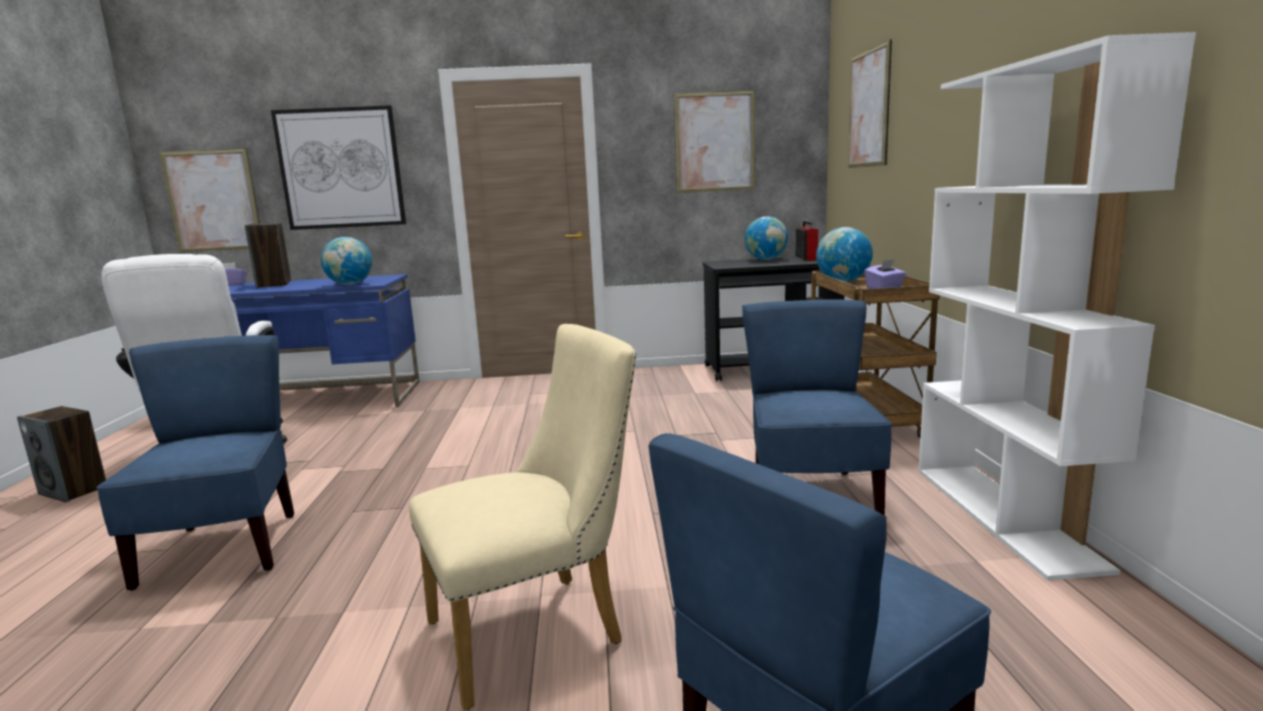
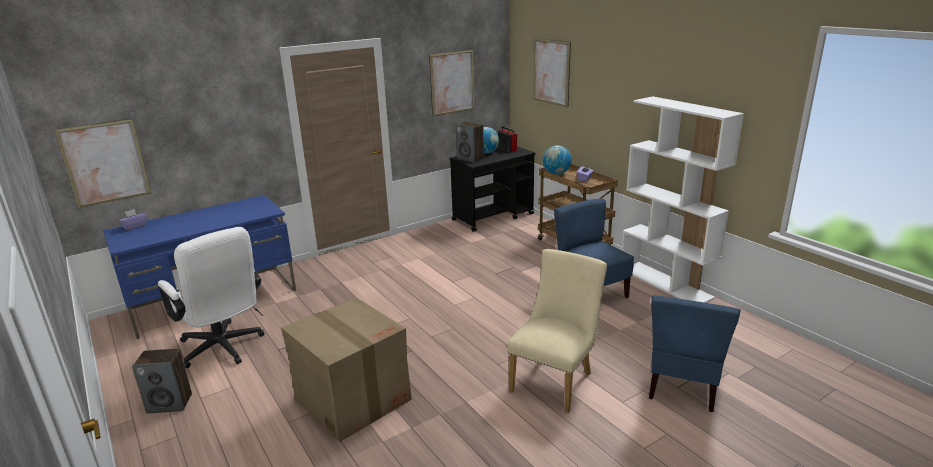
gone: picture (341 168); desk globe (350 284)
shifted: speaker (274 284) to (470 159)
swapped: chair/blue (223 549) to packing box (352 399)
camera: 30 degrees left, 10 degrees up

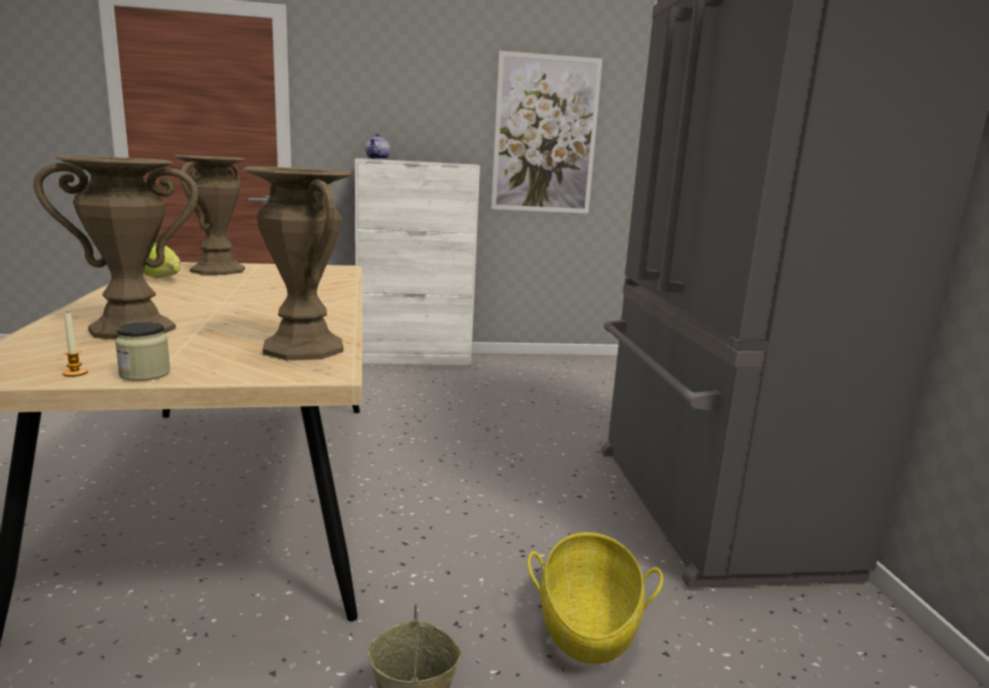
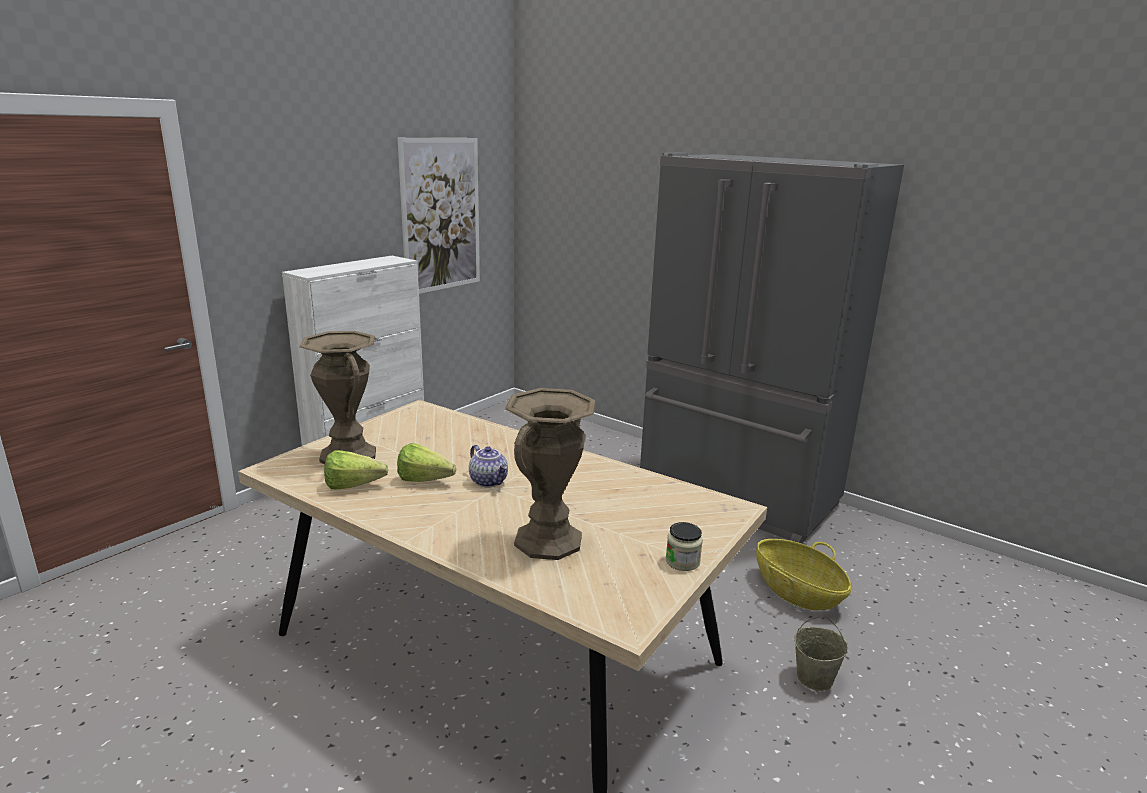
gone: wax candle (75 373); decorative vase/brown-coloured (304 348)
new: lettuce (428 481)
shifted: pot for tea (378 159) to (489 481)
camera: 45 degrees left, 5 degrees up

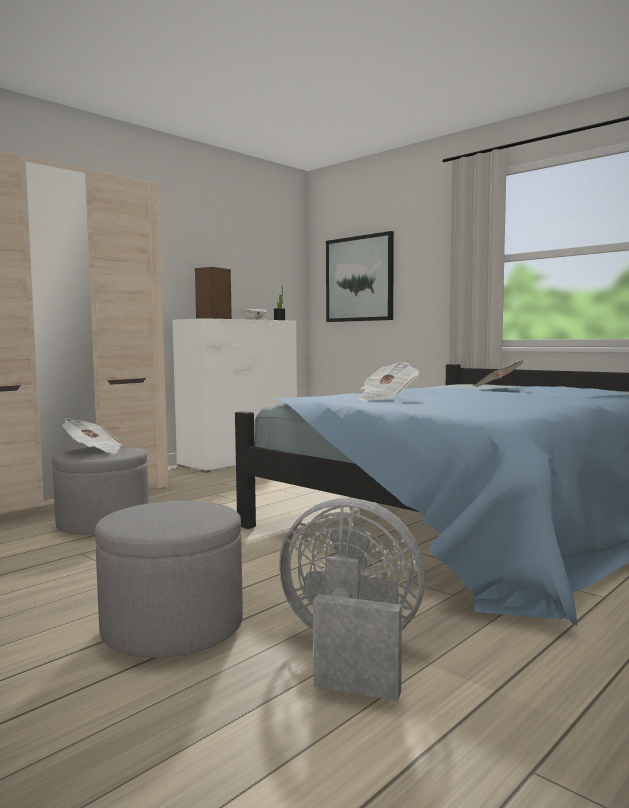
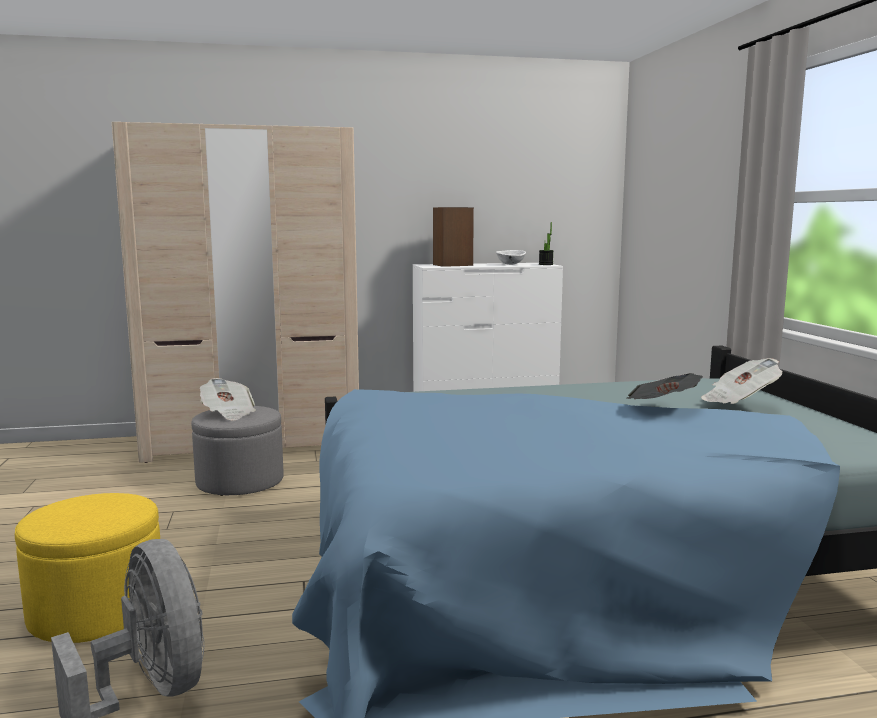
gone: picture (359 279)
shifted: newspaper (386 398) to (739 400)
repainted: footrest/grey (173 627) to footrest/yellow (97 611)
camera: 35 degrees right, 5 degrees up

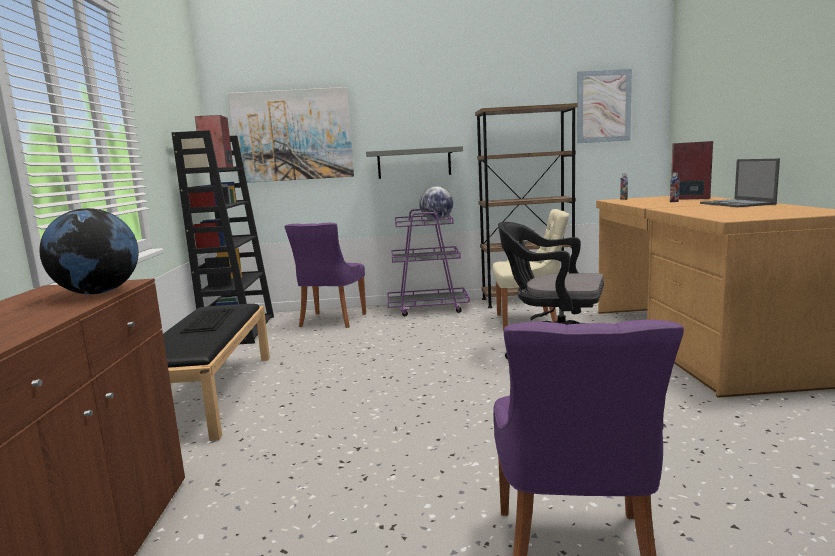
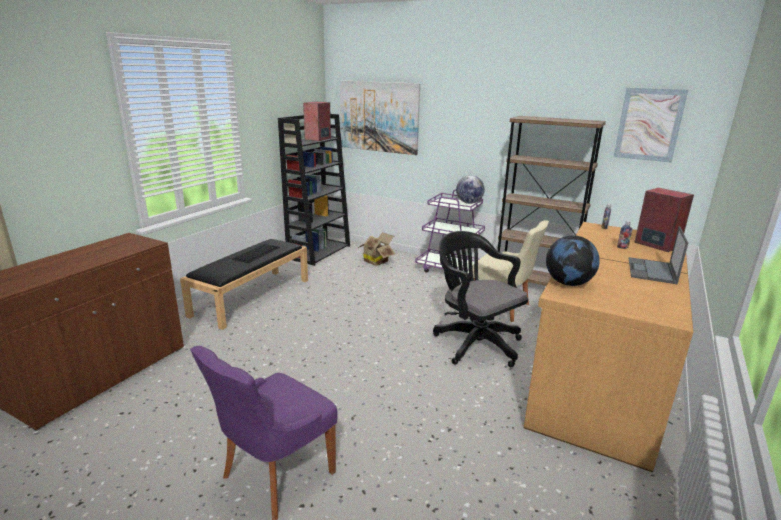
gone: bracket shelf/grey (414 163)
shifted: desk globe (98 293) to (568 283)
swapped: chair/purple (331 321) to packing box (377 261)
camera: 30 degrees right, 10 degrees up

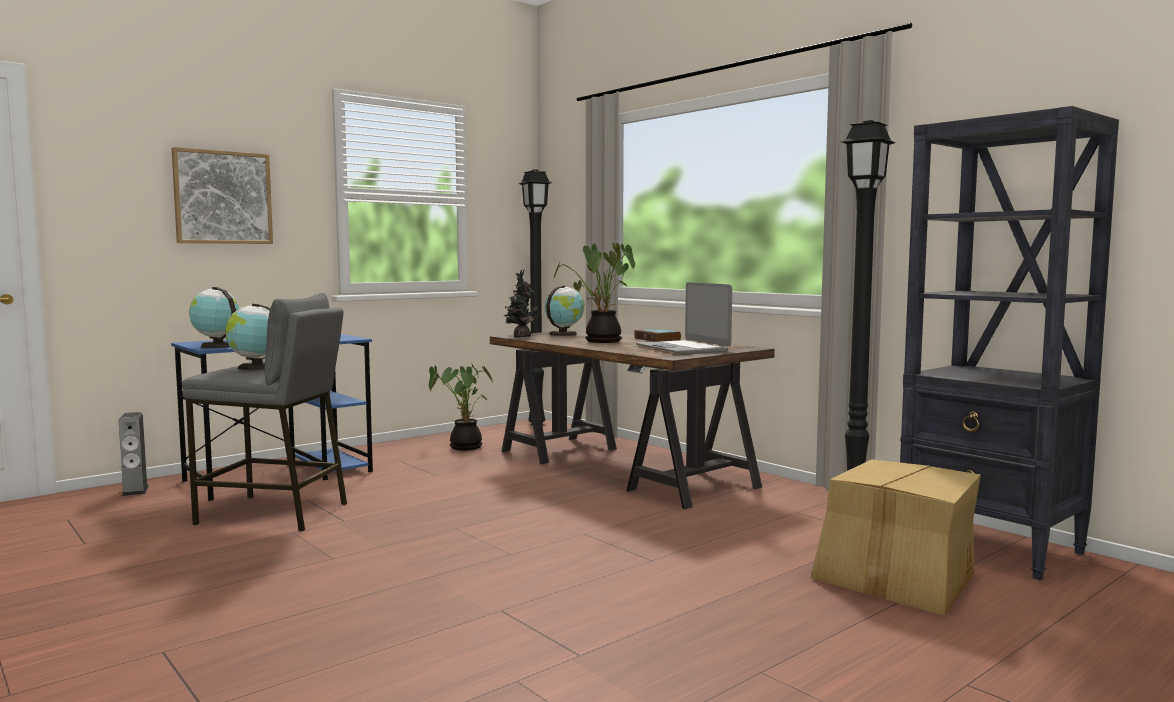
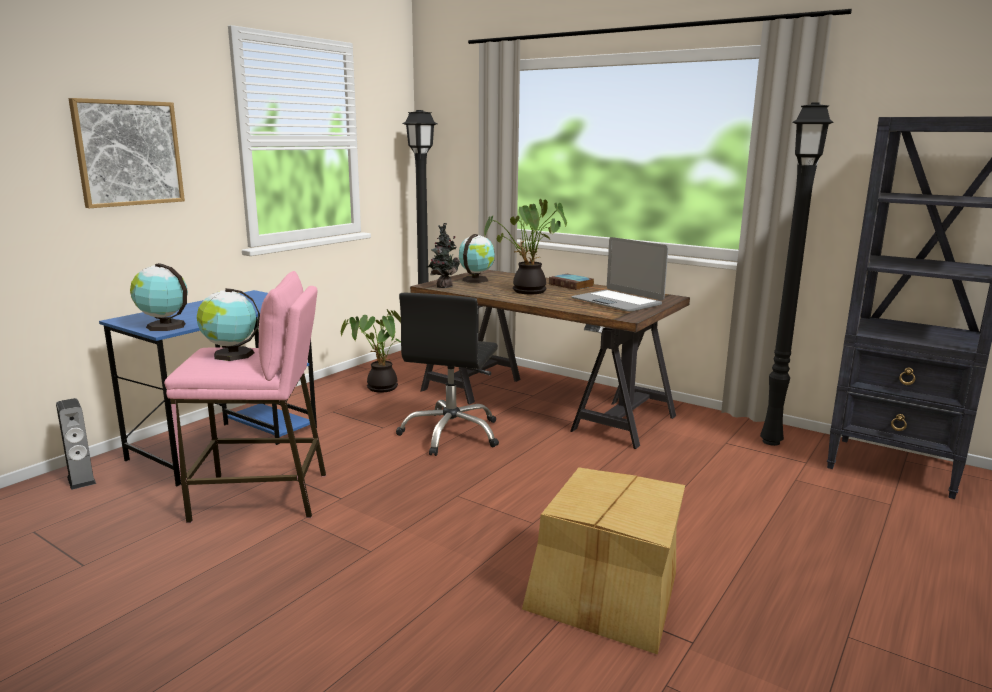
new: computer chair/blackish (451 434)
shifted: packing box (897 578) to (606 595)
repainted: stool/grey (273 513) to stool/pinkish (261 496)
camera: 15 degrees left, 10 degrees up

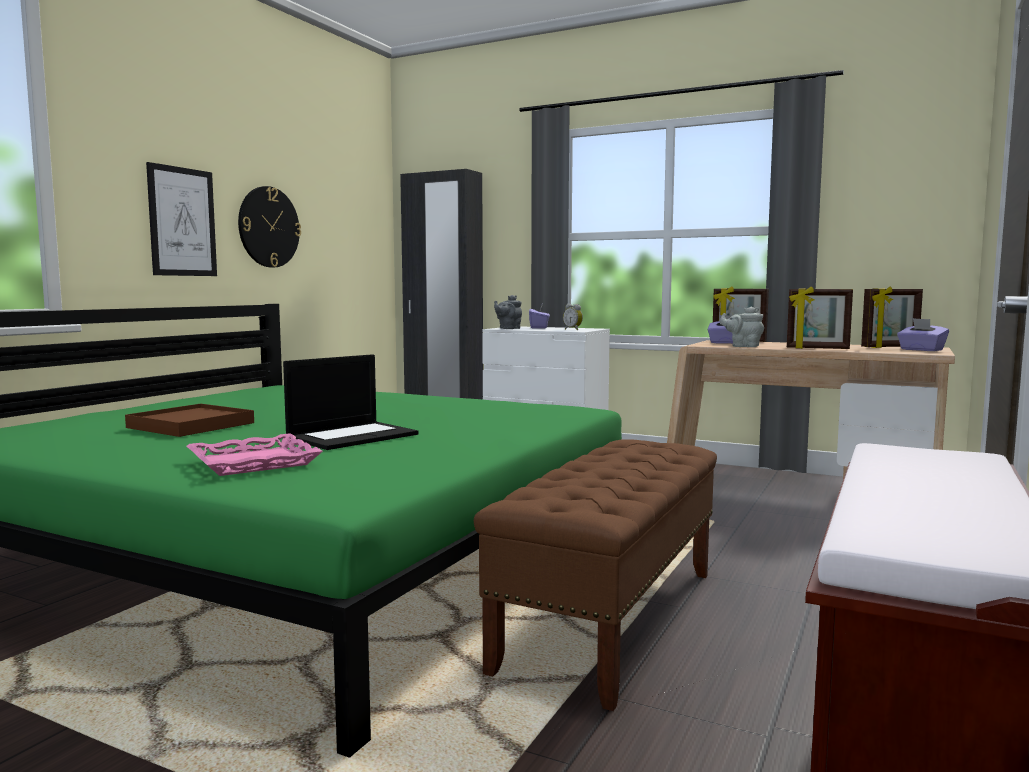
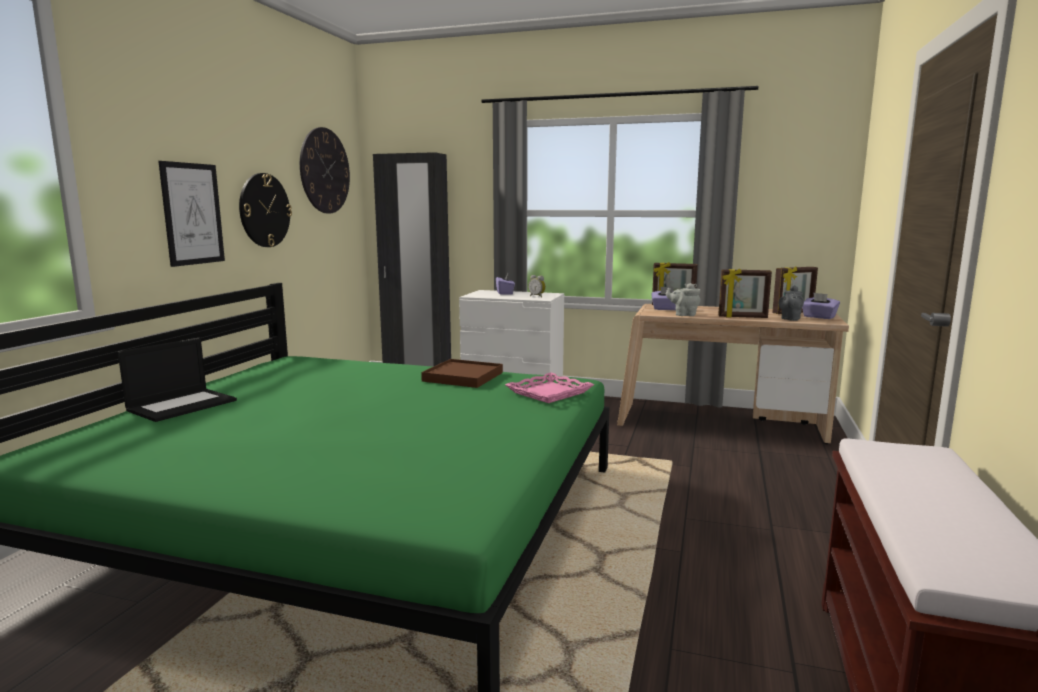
gone: bench/brown-coloured (611 618)
new: hanging clock (325 171)
shifted: serving tray/brown-coloured (191 425) to (463 377); serving tray/pinkish (254 462) to (549 392); laptop (353 436) to (182 405); pot for tea/grey (508 328) to (790 319)
camera: 10 degrees left, 5 degrees up

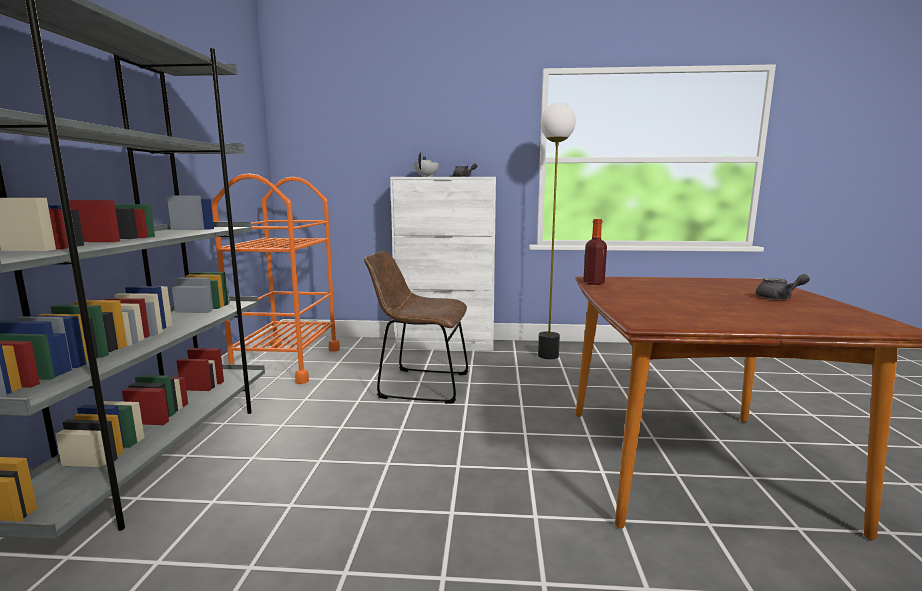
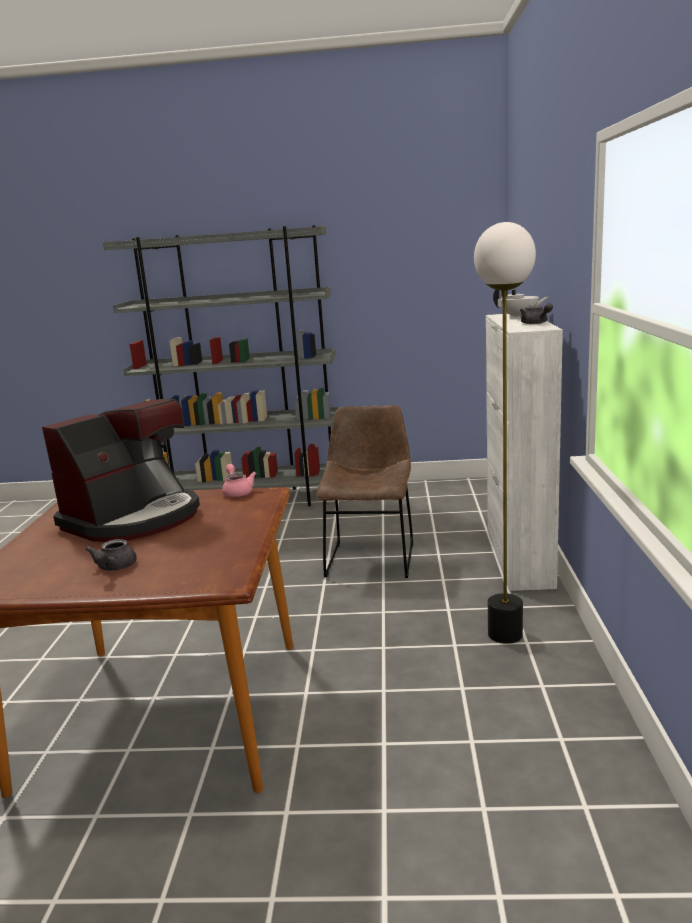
gone: cart/orangey (287 363)
new: coffee brewer (134 518)
swapped: drink bottle (593 283) to pot for tea/pinkish (237 492)
camera: 90 degrees right, 5 degrees up

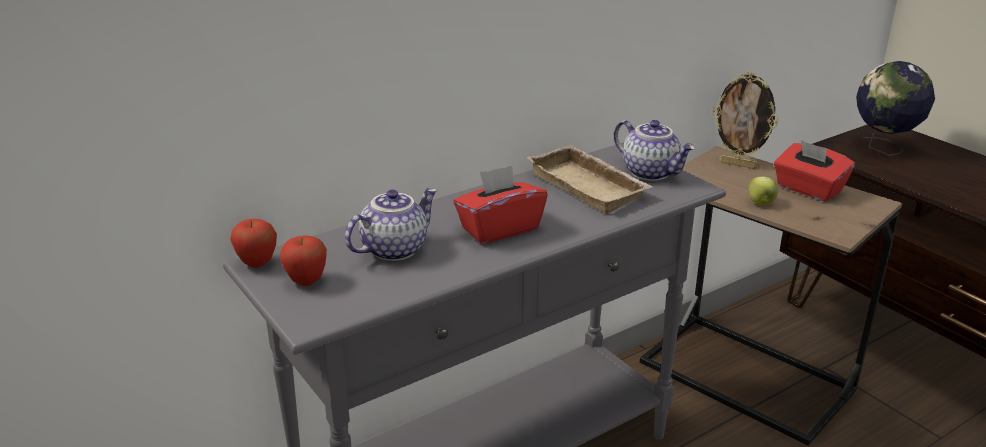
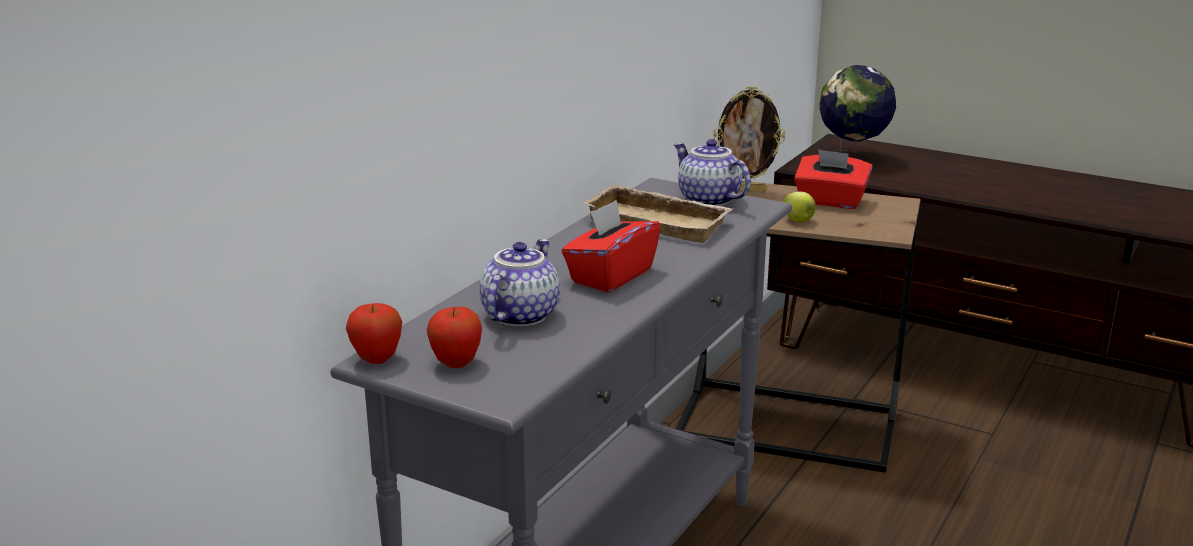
rotated: pot for tea (651 172) = (707 200) 150 degrees counterclockwise
camera: 25 degrees left, 5 degrees down

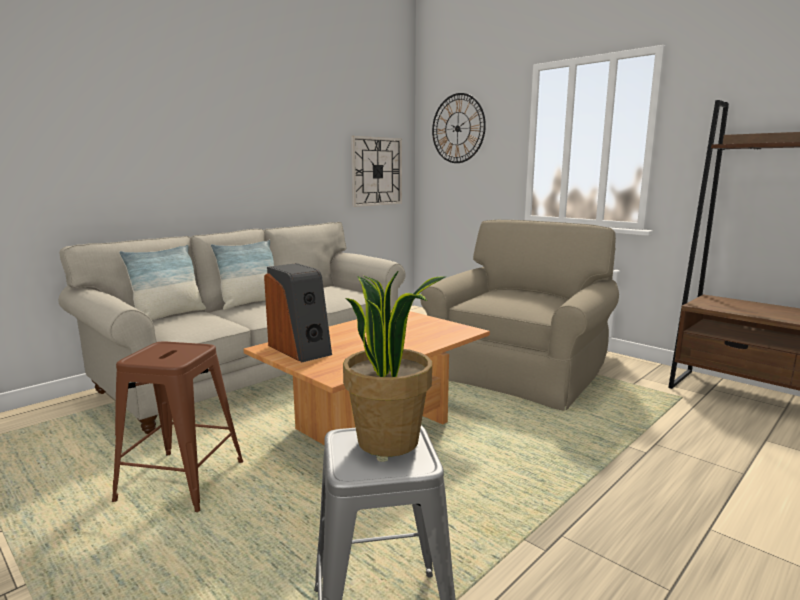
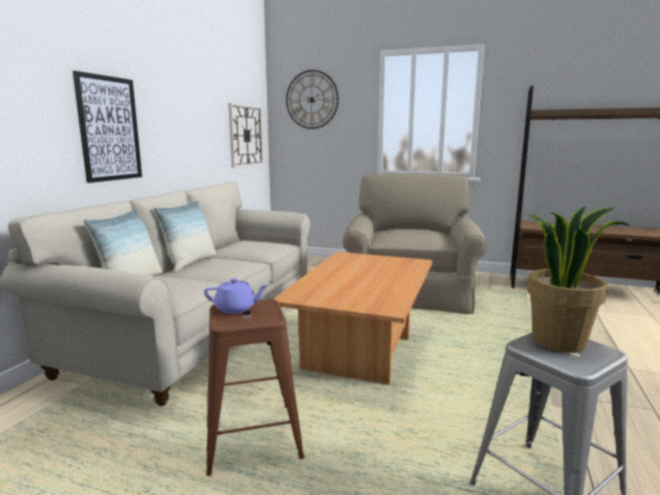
gone: speaker (300 349)
new: picture (109 129); pot for tea/purple (236 308)
camera: 25 degrees left, 0 degrees up

